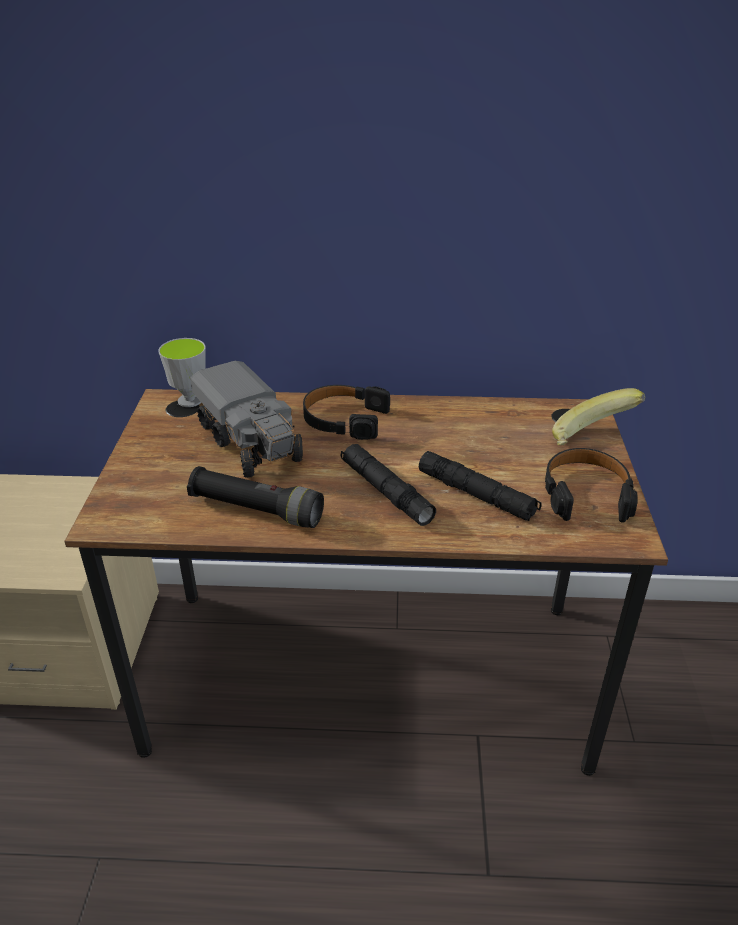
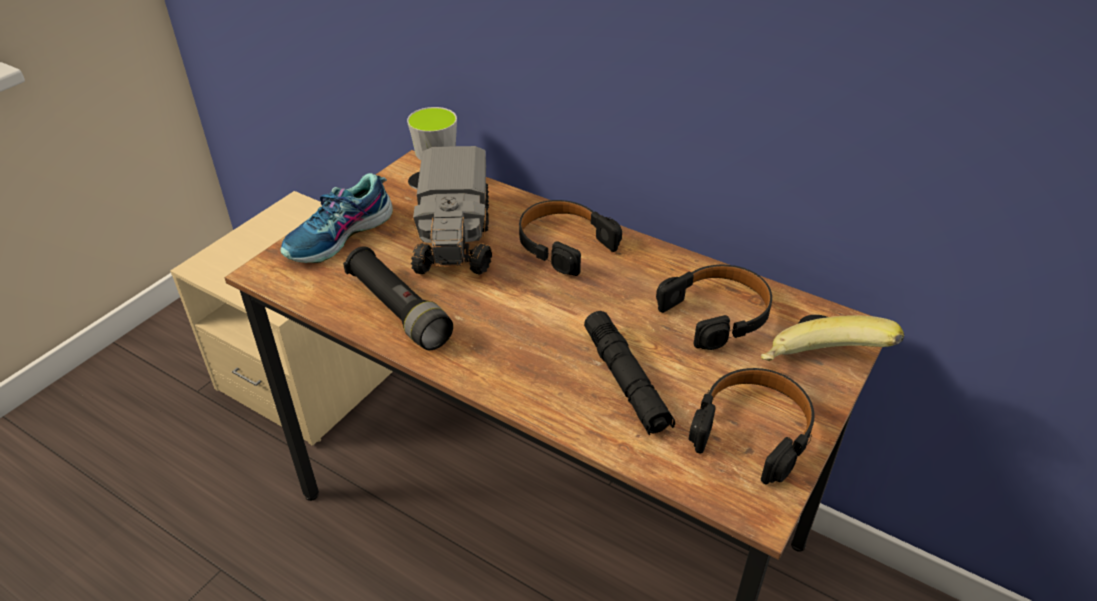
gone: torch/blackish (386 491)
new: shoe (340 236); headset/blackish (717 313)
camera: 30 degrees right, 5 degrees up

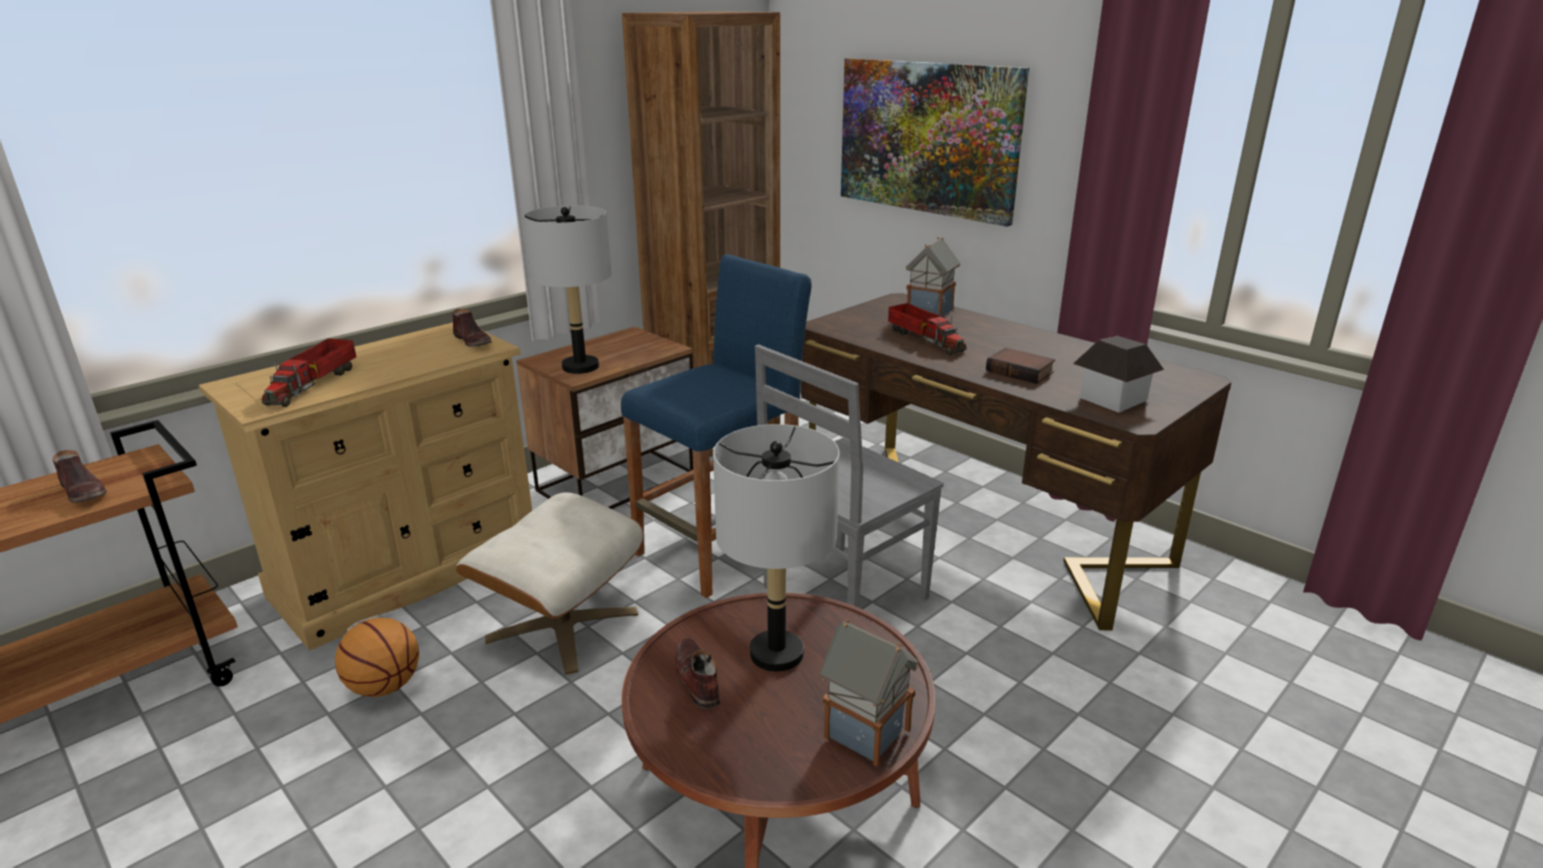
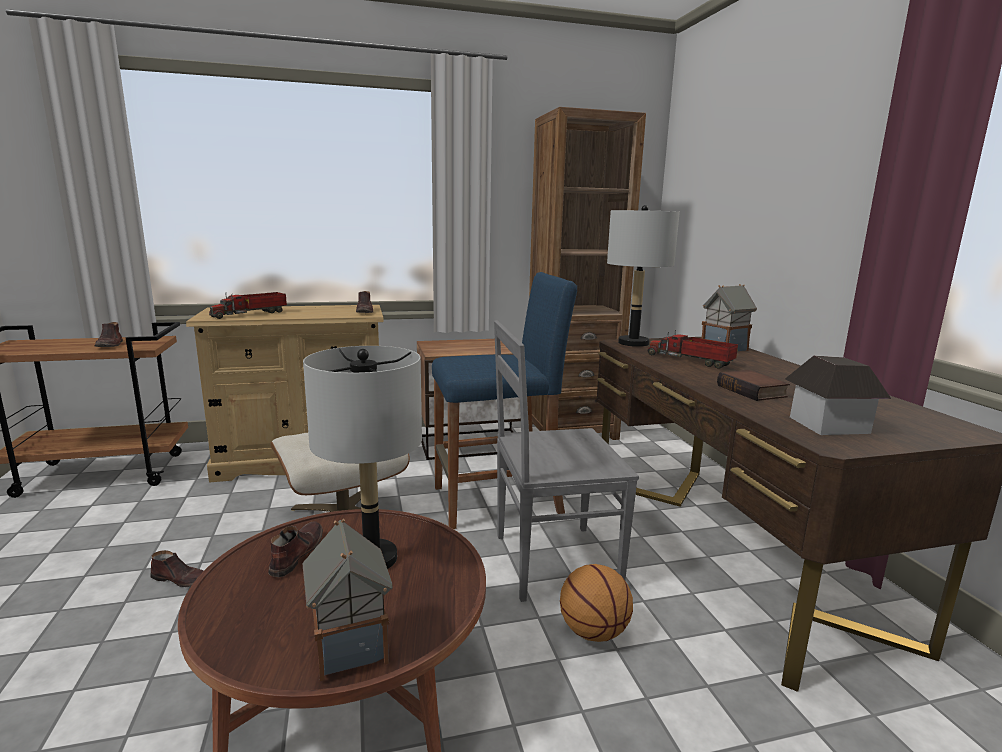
gone: picture (927 138)
new: shoe/brown-coloured (181 579)
shifted: ball for basketball (384 687) to (593 632); table lamp/grey (580 367) to (633 343)
rotated: toy lorry (924 339) = (691 361) 135 degrees clockwise
camera: 30 degrees right, 10 degrees down

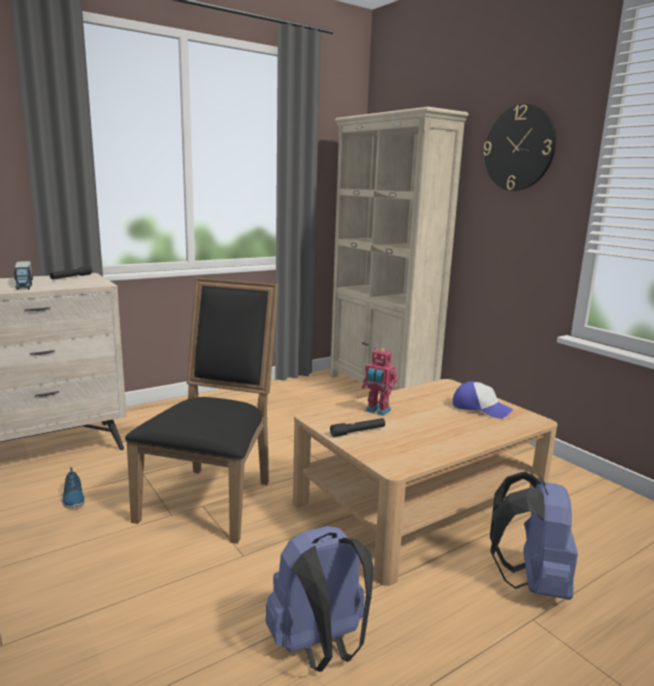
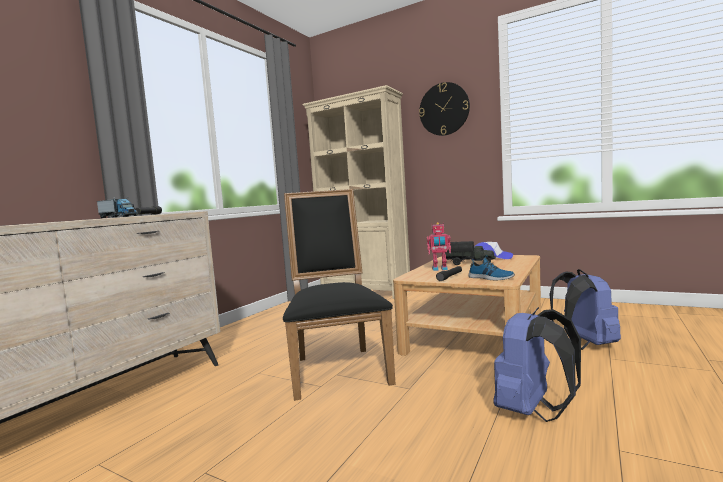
new: toy lorry (469 263)
shifted: shoe (73 497) to (490 278)
camera: 25 degrees left, 10 degrees down

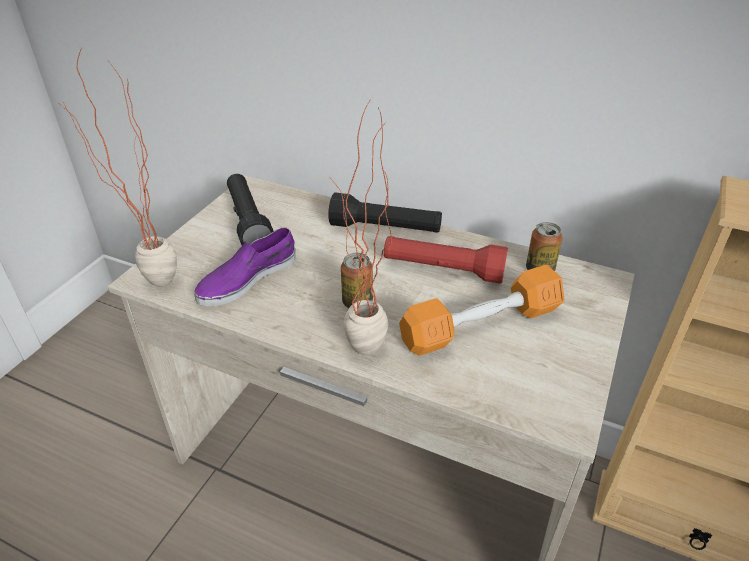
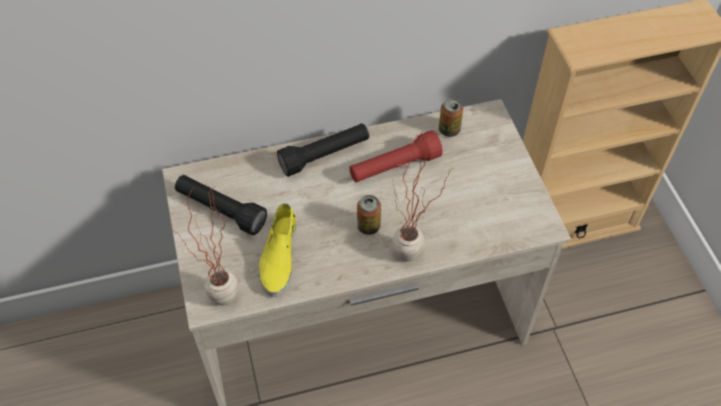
gone: free weight/orangey (481 325)
repainted: shoe/purple (247 278) to shoe/yellow (279 256)
camera: 40 degrees left, 15 degrees up

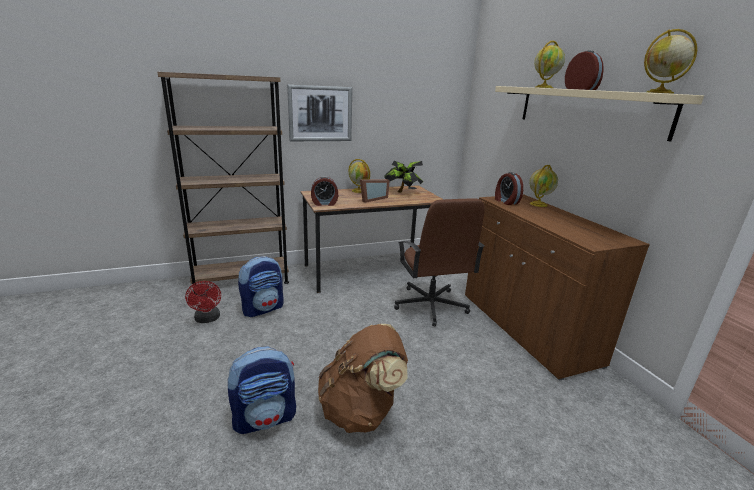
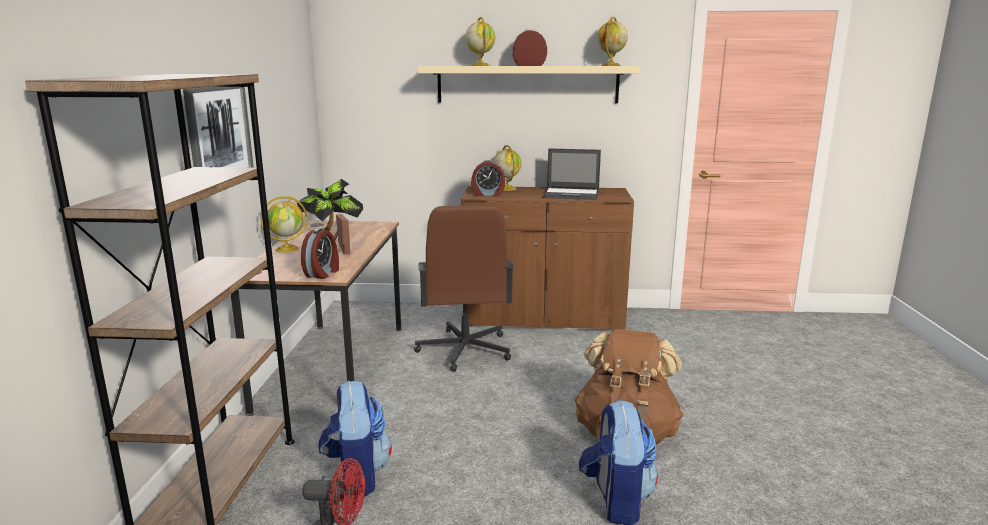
new: laptop (572 194)
rotated: computer chair/brown-coloured (430 306) = (464 350) 75 degrees clockwise
camera: 65 degrees left, 5 degrees down

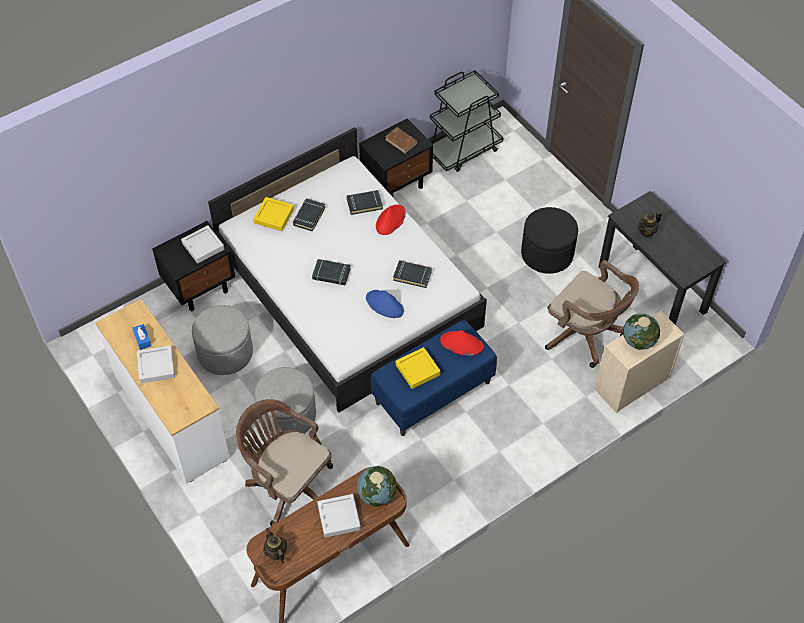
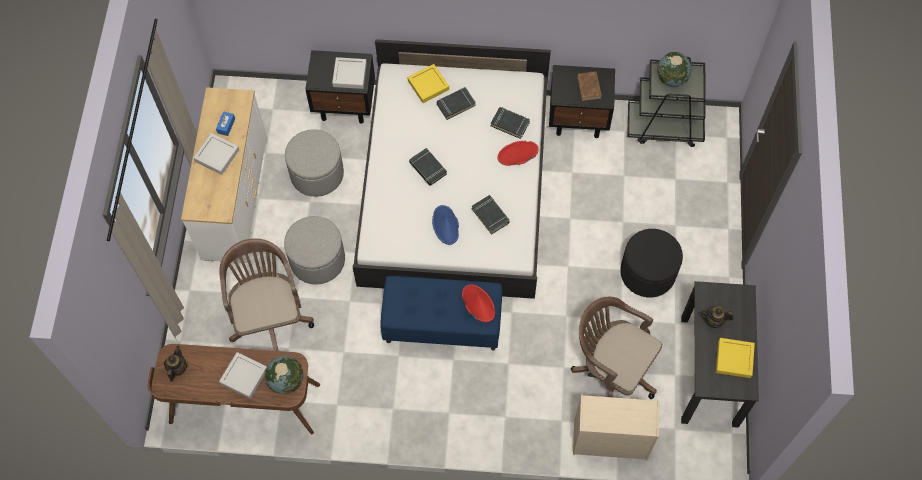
shifted: serving tray/yellow (417 370) to (734 359); desk globe (638 341) to (671 78)
rotated: computer chair/brown-coloured (585 335) = (611 369) 135 degrees clockwise
camera: 40 degrees right, 10 degrees up

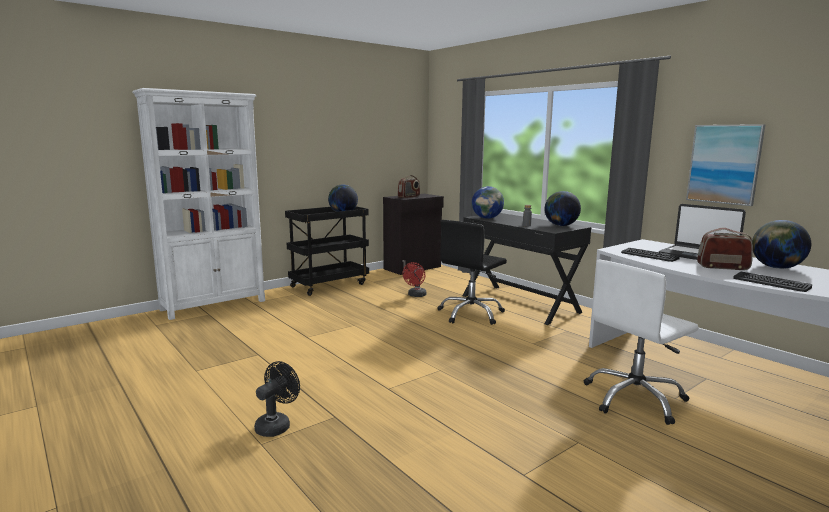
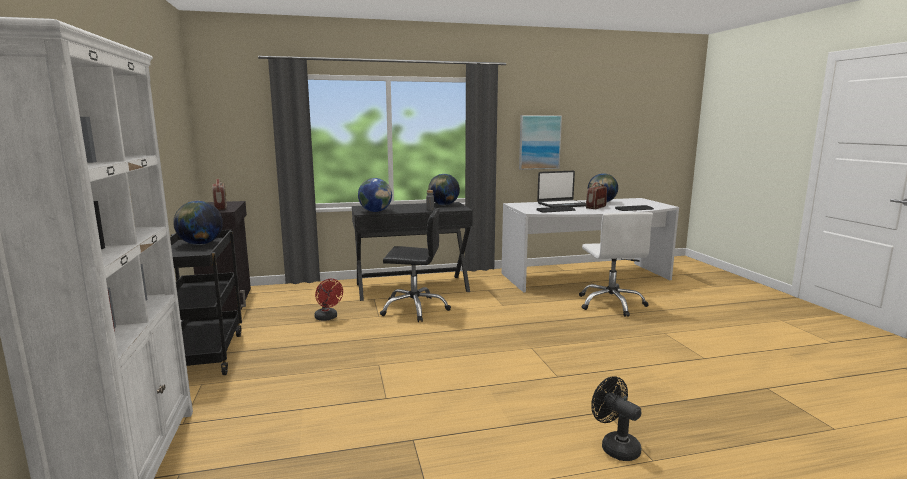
rotated: computer chair/blackish (471 314) = (414 308) 60 degrees counterclockwise
camera: 65 degrees left, 0 degrees up

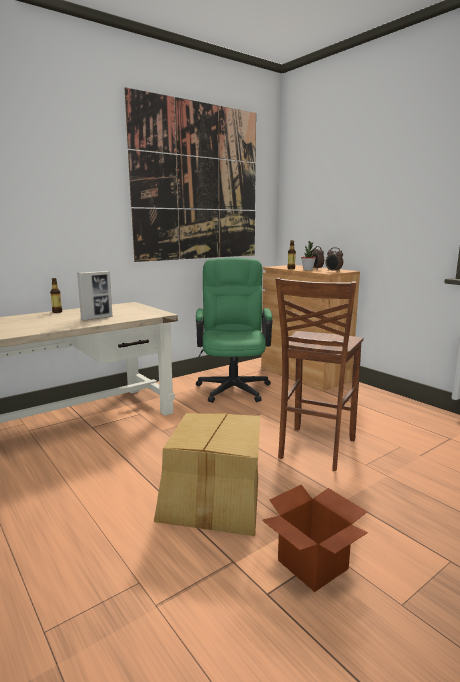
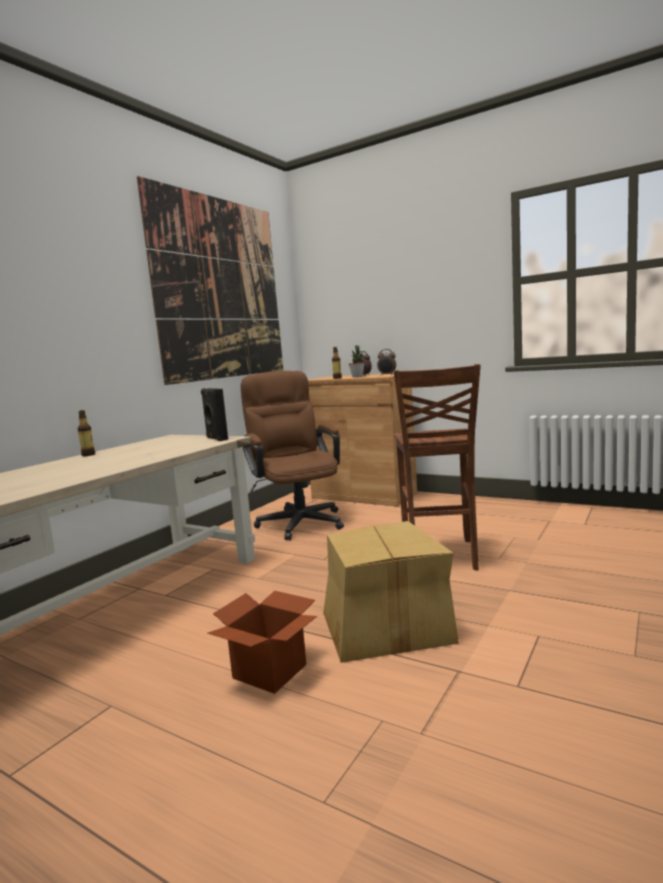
gone: picture frame (97 318)
new: speaker/blackish (216 439)
shifted: packing box (312 564) to (269 671)
repainted: computer chair/green (233 386) to computer chair/brown-coloured (298 520)
camera: 20 degrees left, 5 degrees down

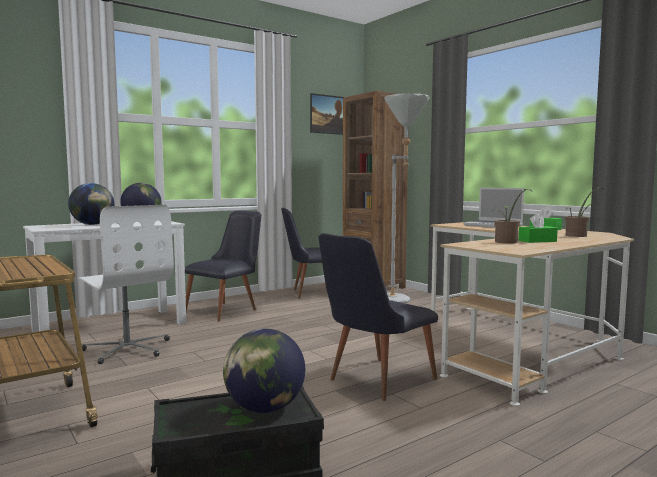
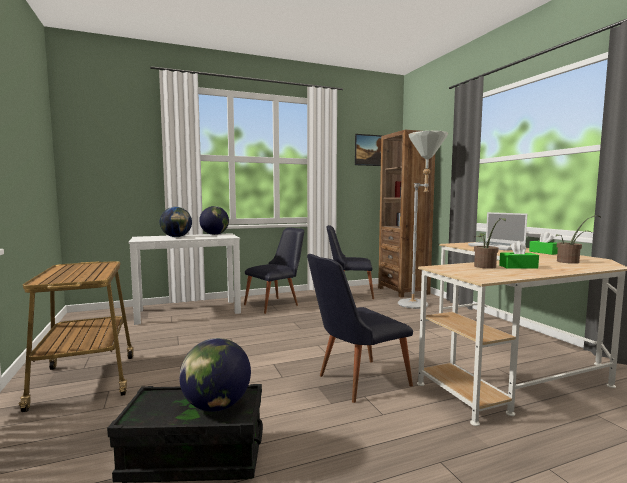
gone: computer chair/whitish (128 349)
camera: 15 degrees right, 0 degrees up

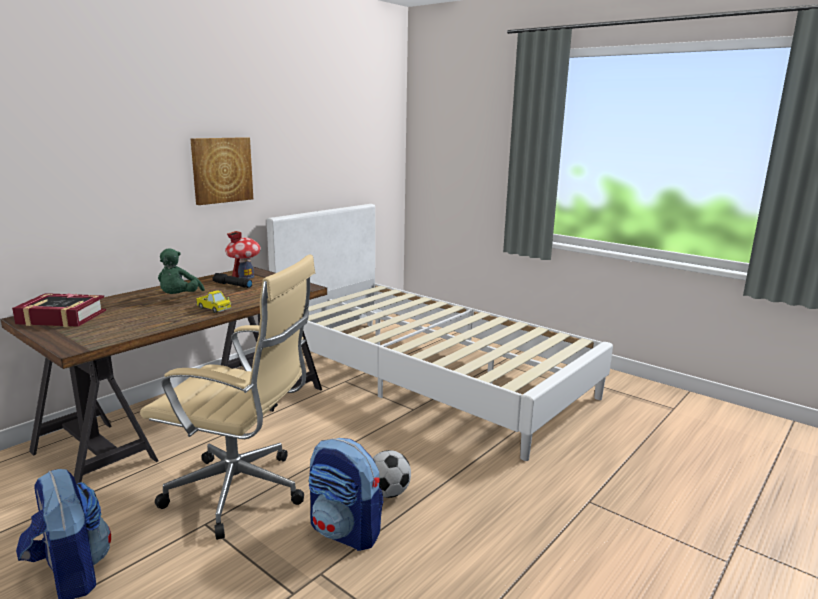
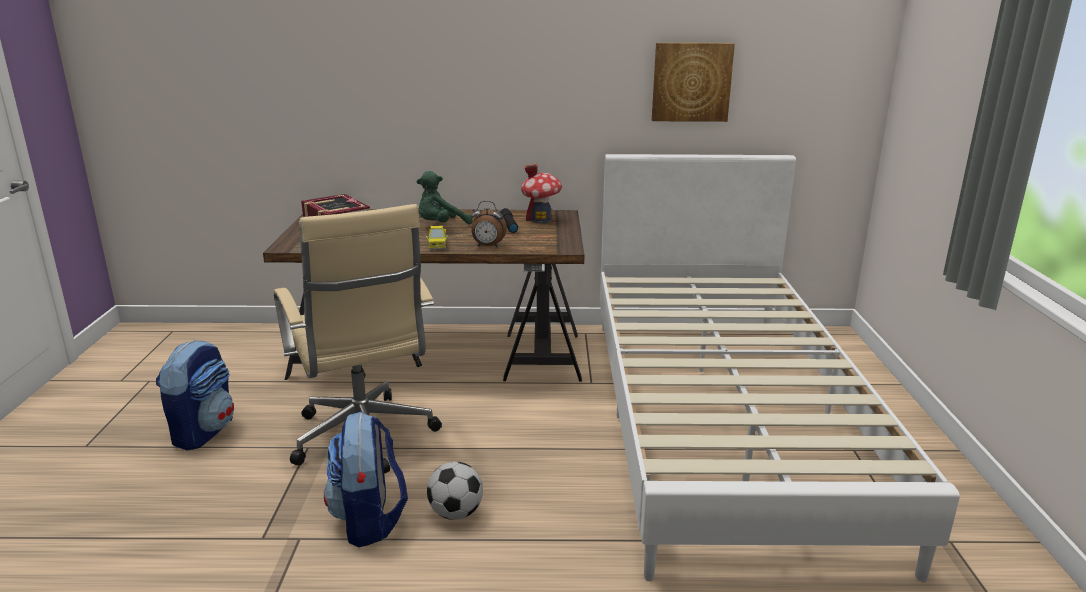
new: table clock (488 246)
shifted: picture (221 170) to (691 82)
camera: 50 degrees right, 5 degrees up

